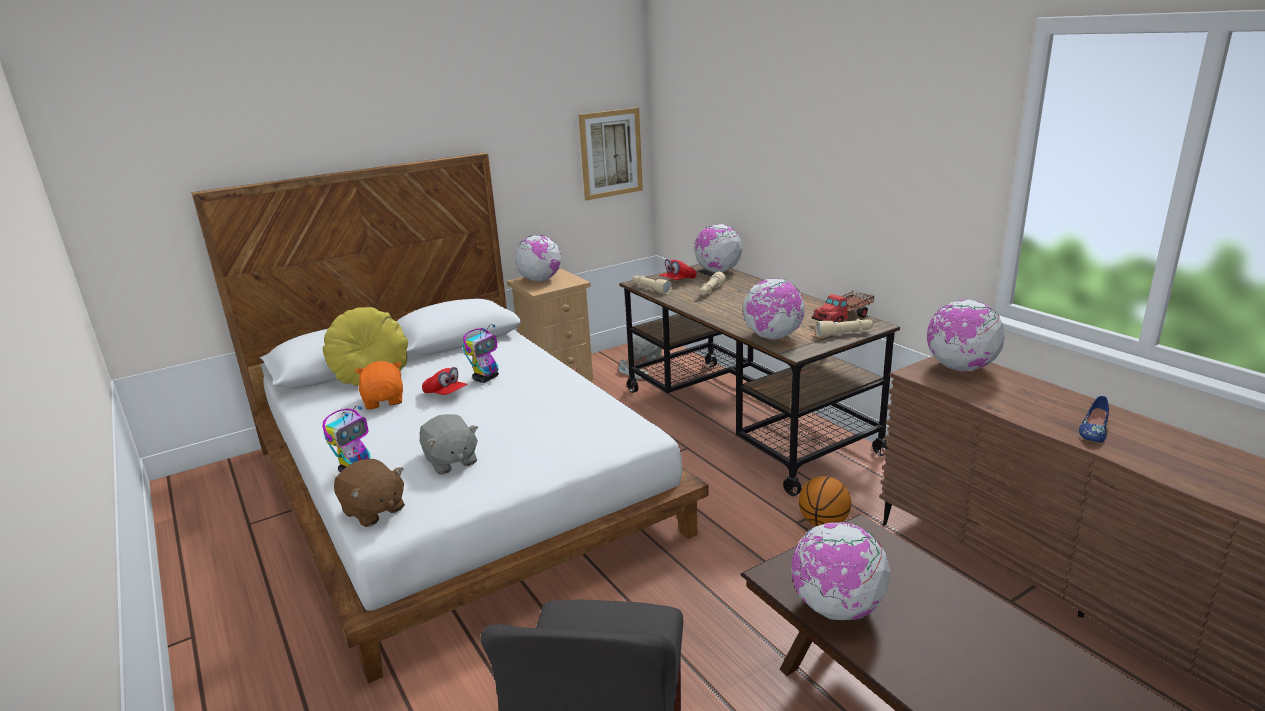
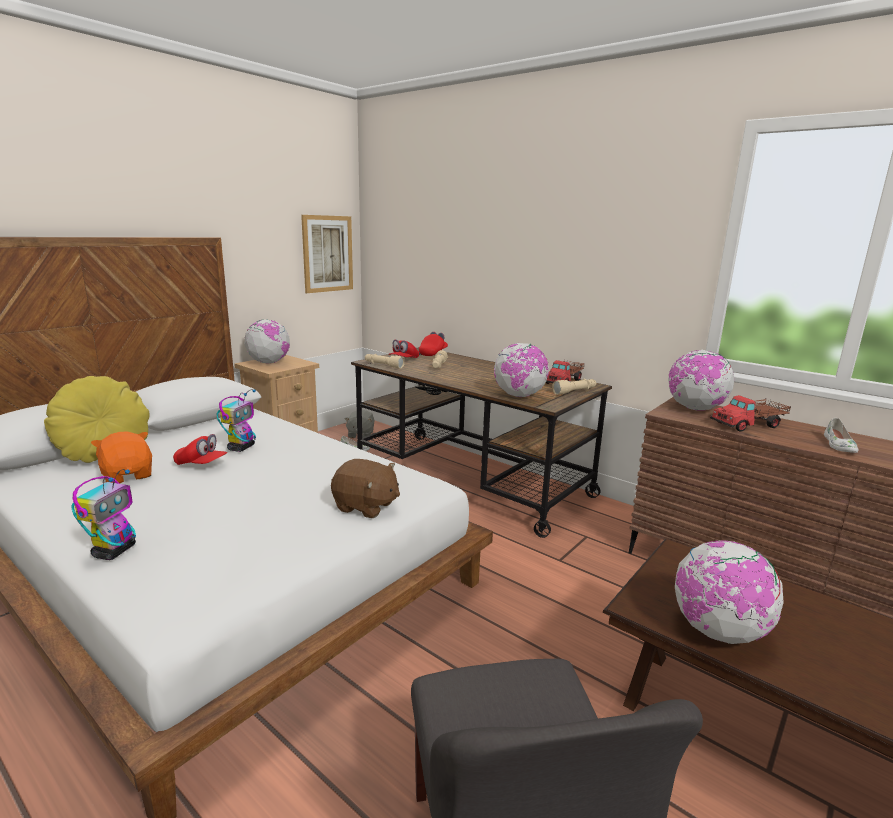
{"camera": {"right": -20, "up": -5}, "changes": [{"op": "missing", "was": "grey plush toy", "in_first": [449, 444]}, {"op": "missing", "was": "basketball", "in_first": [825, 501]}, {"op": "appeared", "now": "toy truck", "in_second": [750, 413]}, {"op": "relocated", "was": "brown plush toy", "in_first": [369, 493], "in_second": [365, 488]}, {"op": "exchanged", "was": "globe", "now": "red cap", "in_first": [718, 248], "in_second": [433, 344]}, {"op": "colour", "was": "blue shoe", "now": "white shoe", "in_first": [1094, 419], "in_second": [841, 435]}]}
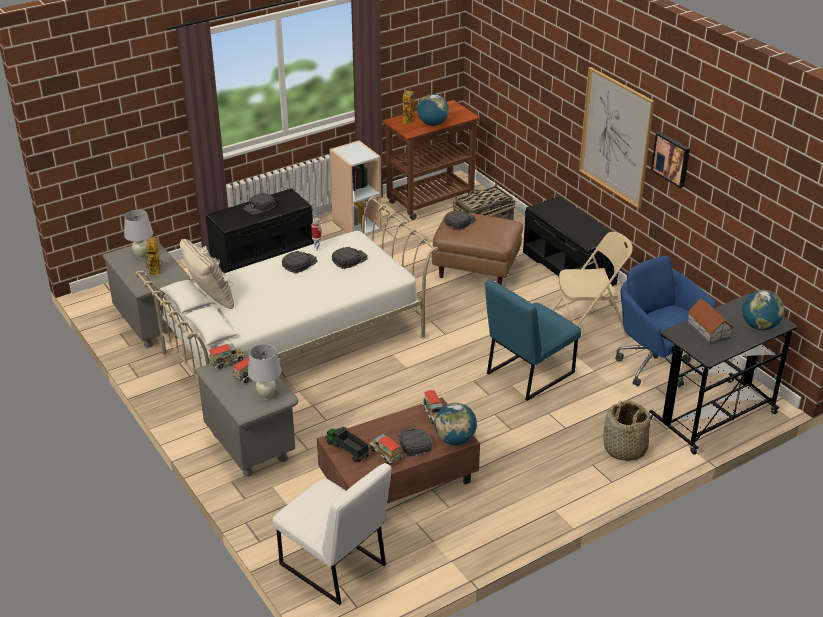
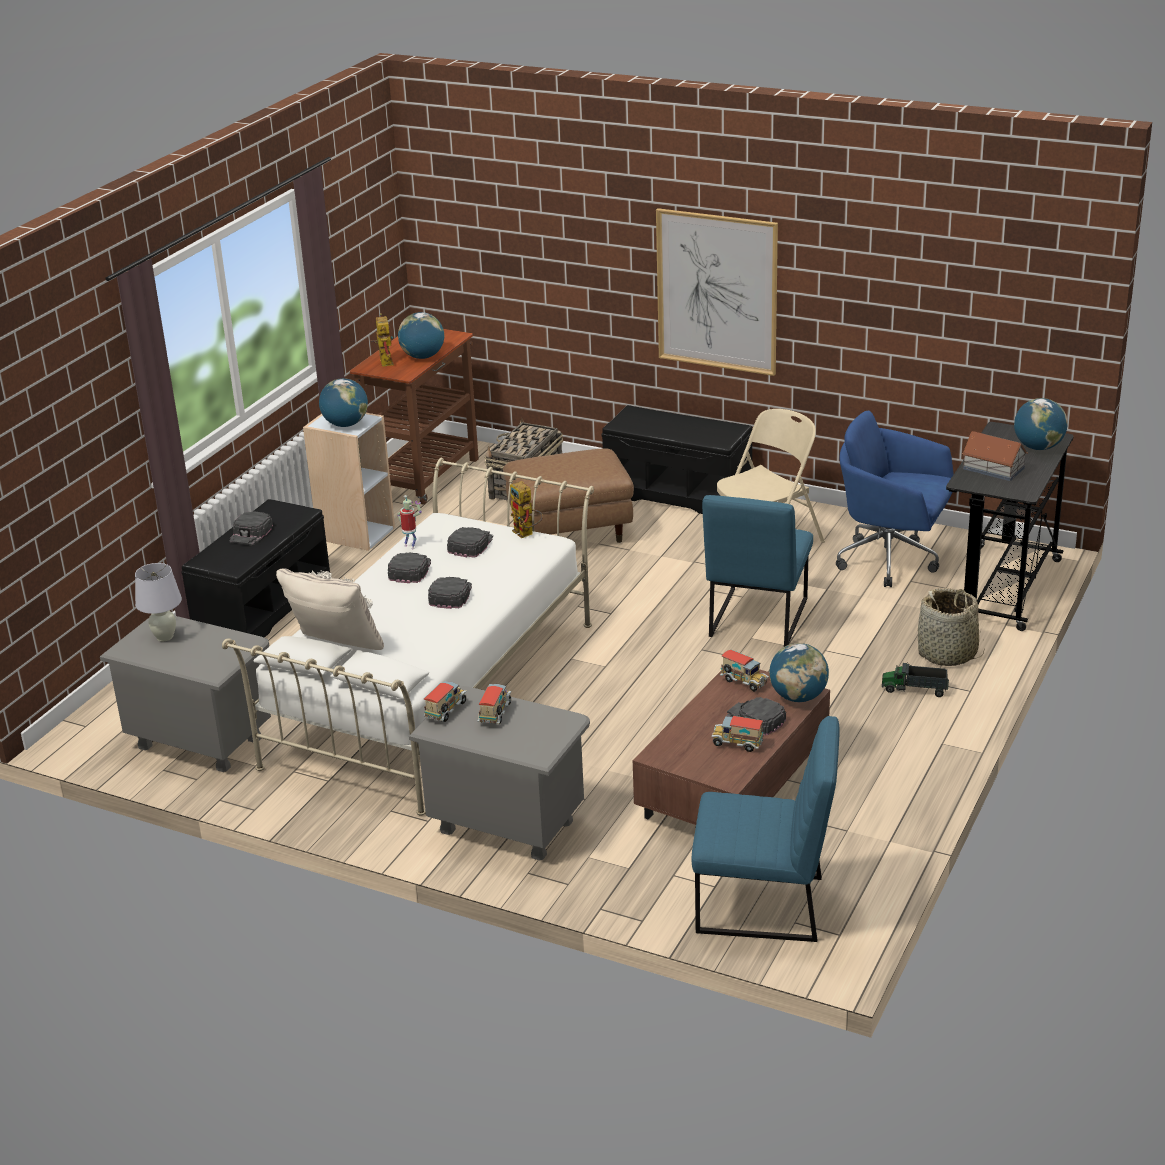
{"camera": {"right": -30, "up": -5}, "changes": [{"op": "missing", "was": "white table lamp", "in_first": [265, 372]}, {"op": "missing", "was": "picture", "in_first": [670, 160]}, {"op": "appeared", "now": "globe", "in_second": [343, 402]}, {"op": "relocated", "was": "toy robot", "in_first": [153, 256], "in_second": [526, 509]}, {"op": "relocated", "was": "toy truck", "in_first": [347, 445], "in_second": [915, 680]}, {"op": "relocated", "was": "black cap", "in_first": [460, 220], "in_second": [450, 593]}, {"op": "colour", "was": "white chair", "now": "blue chair", "in_first": [332, 534], "in_second": [766, 829]}]}
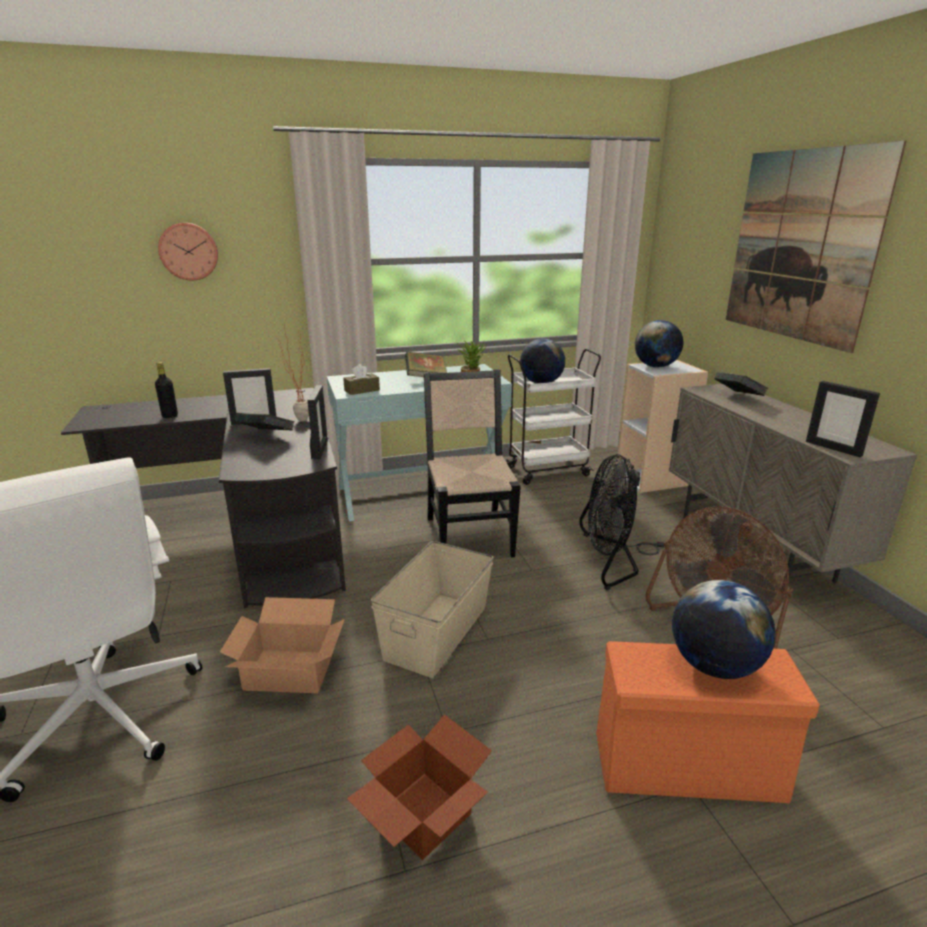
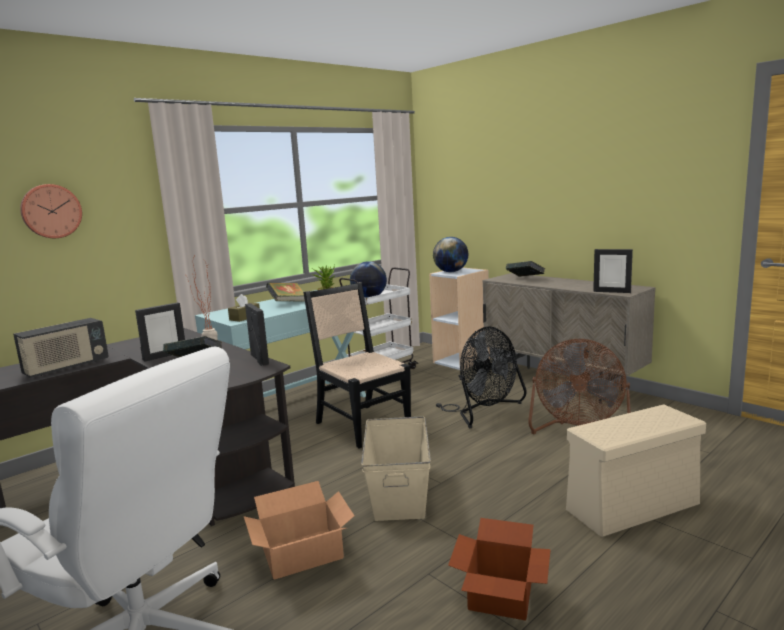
{"camera": {"right": -25, "up": -10}, "changes": [{"op": "missing", "was": "globe", "in_first": [724, 629]}, {"op": "missing", "was": "picture", "in_first": [816, 247]}, {"op": "exchanged", "was": "black bottle", "now": "radio", "in_first": [166, 390], "in_second": [61, 348]}, {"op": "colour", "was": "orange storage box", "now": "beige storage box", "in_first": [708, 722], "in_second": [636, 470]}, {"op": "spun", "was": "black fan", "in_first": [621, 522], "in_second": [481, 378], "clockwise": -105}]}
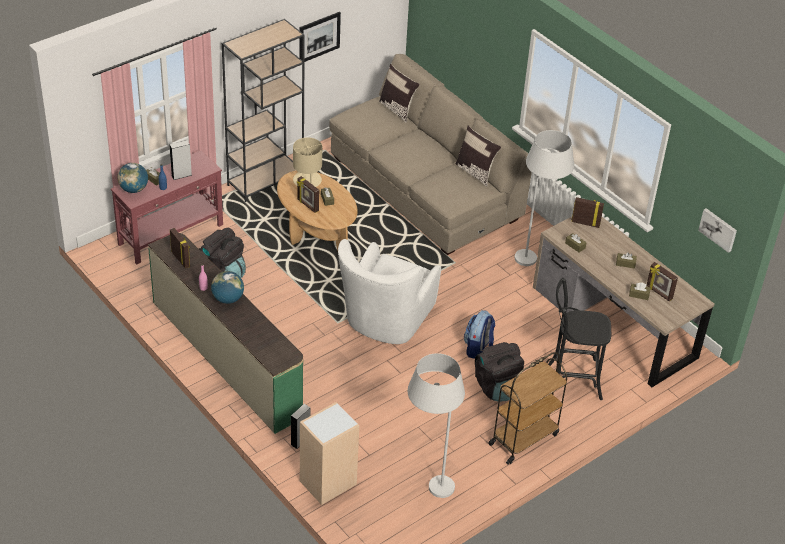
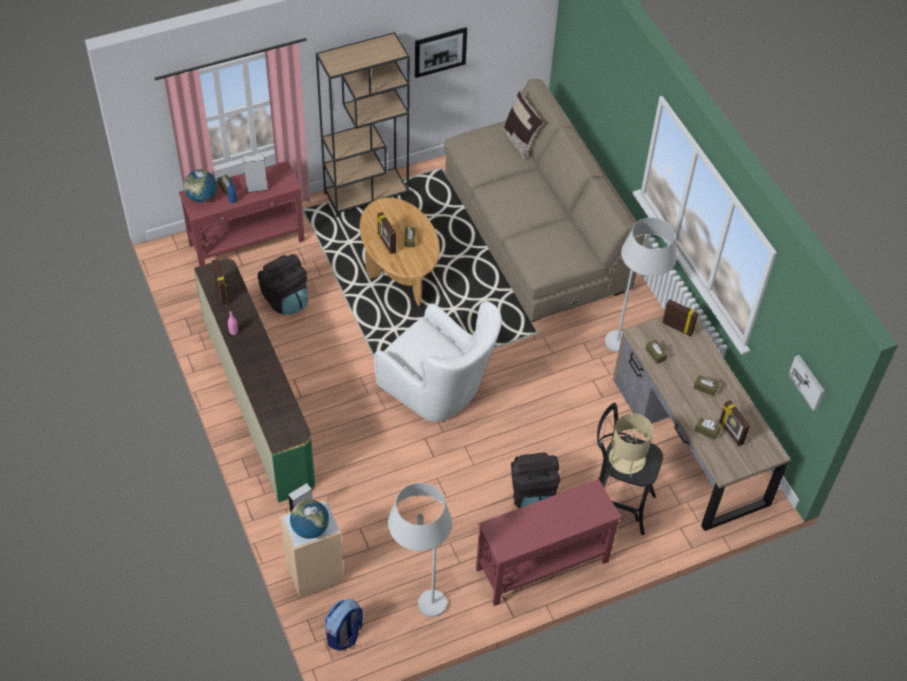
{"camera": {"right": 15, "up": 10}, "changes": [{"op": "missing", "was": "pillow", "in_first": [478, 156]}, {"op": "relocated", "was": "globe", "in_first": [227, 287], "in_second": [309, 519]}, {"op": "relocated", "was": "beige table lamp", "in_first": [307, 162], "in_second": [631, 445]}, {"op": "relocated", "was": "backpack", "in_first": [479, 334], "in_second": [344, 625]}, {"op": "exchanged", "was": "brown cart", "now": "red console table", "in_first": [527, 408], "in_second": [548, 542]}, {"op": "spun", "was": "white armchair", "in_first": [389, 291], "in_second": [438, 361], "clockwise": -90}]}
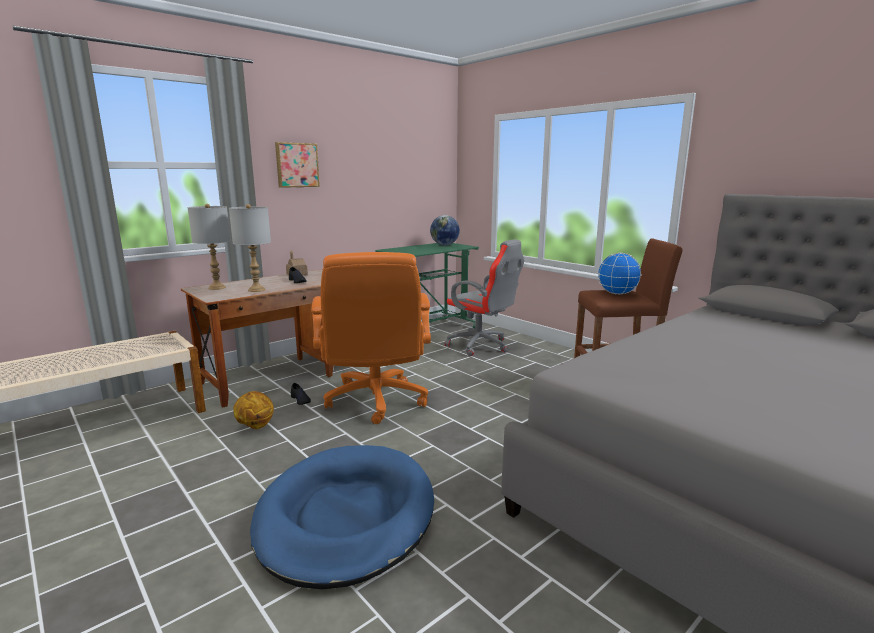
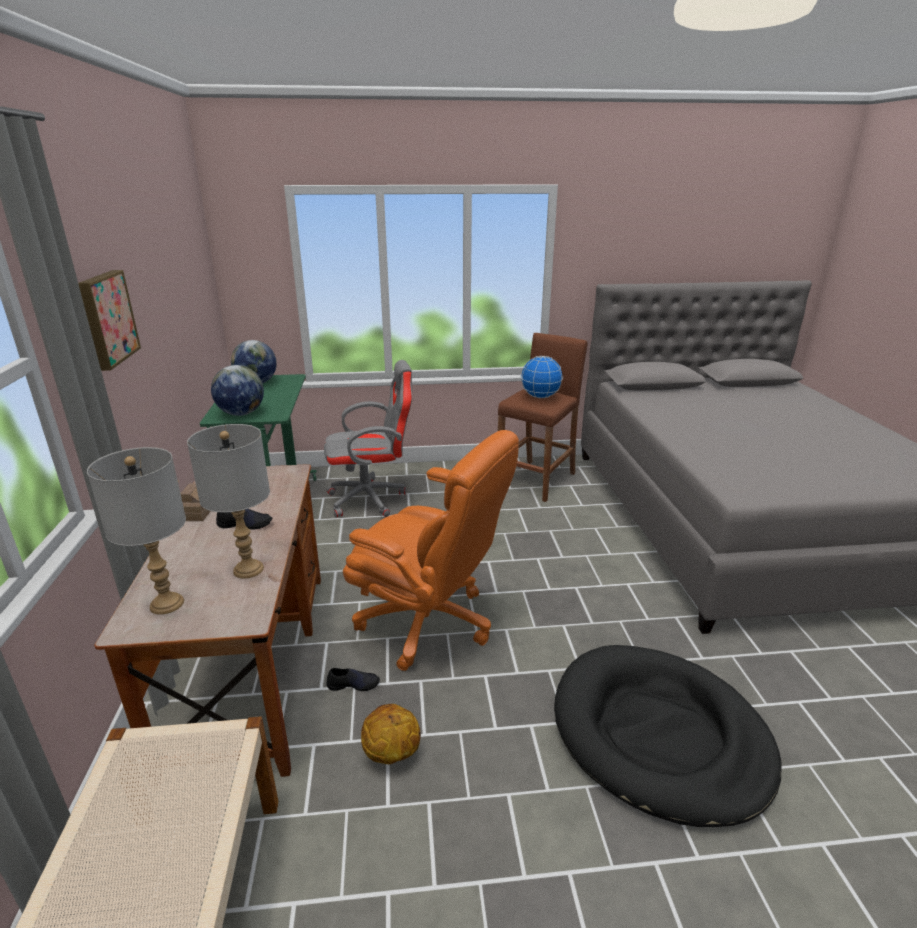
{"camera": {"right": -55, "up": 10}, "changes": [{"op": "appeared", "now": "globe", "in_second": [237, 390]}, {"op": "colour", "was": "blue dog bed", "now": "black dog bed", "in_first": [342, 517], "in_second": [668, 736]}]}
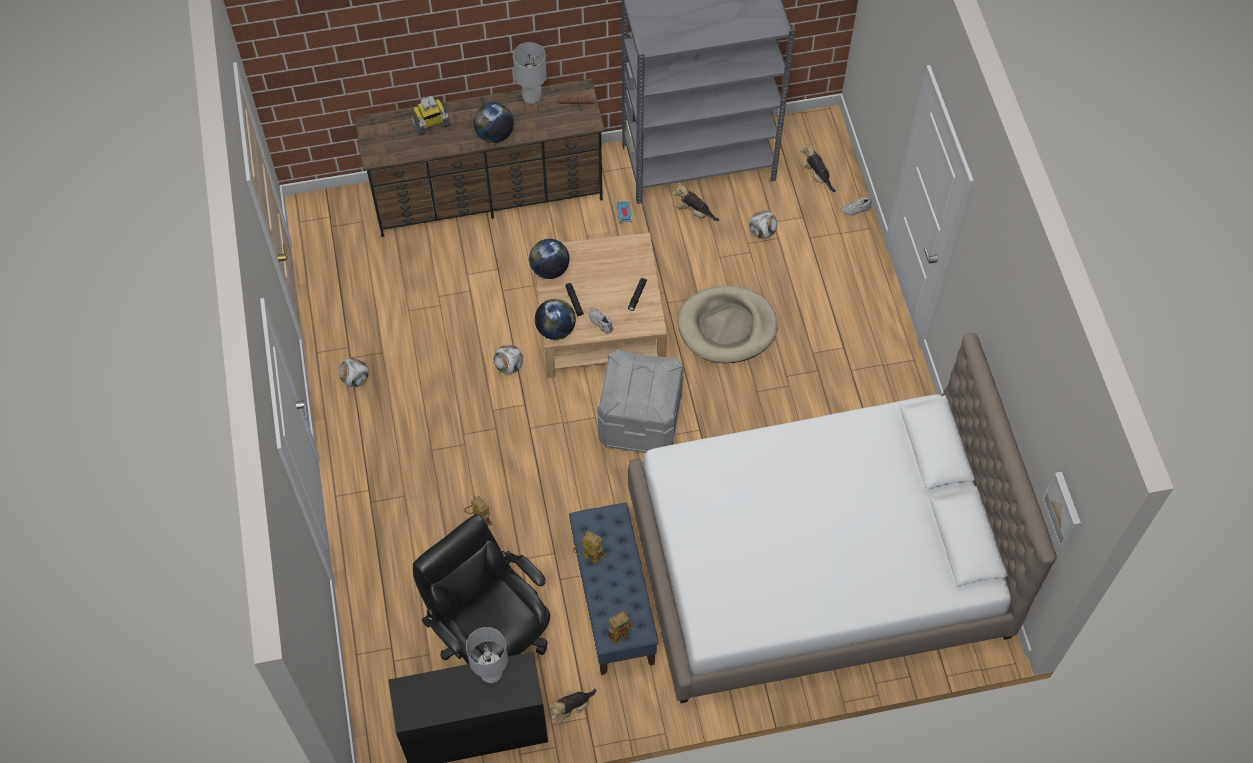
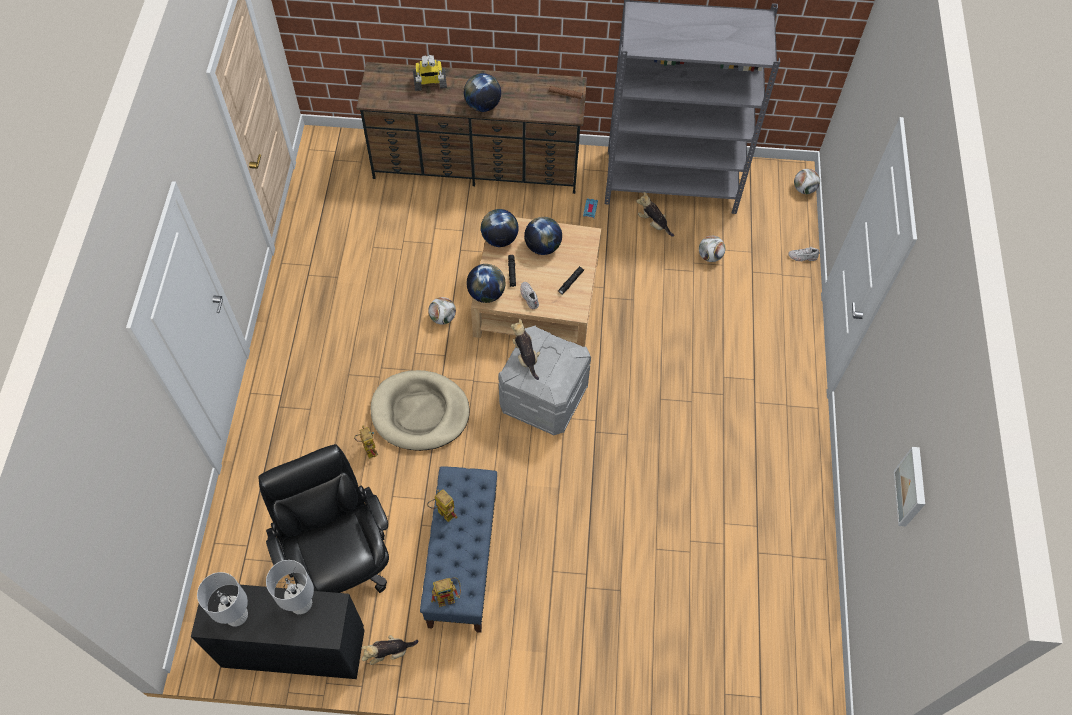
{"camera": {"right": 15, "up": 0}, "changes": [{"op": "missing", "was": "white bed", "in_first": [842, 518]}, {"op": "appeared", "now": "globe", "in_second": [543, 236]}, {"op": "relocated", "was": "football", "in_first": [354, 372], "in_second": [807, 181]}, {"op": "relocated", "was": "grey table lamp", "in_first": [530, 73], "in_second": [222, 599]}, {"op": "relocated", "was": "beige dog bed", "in_first": [728, 324], "in_second": [420, 410]}, {"op": "relocated", "was": "plush toy", "in_first": [818, 166], "in_second": [525, 349]}, {"op": "relocated", "was": "picture", "in_first": [1061, 509], "in_second": [909, 486]}]}
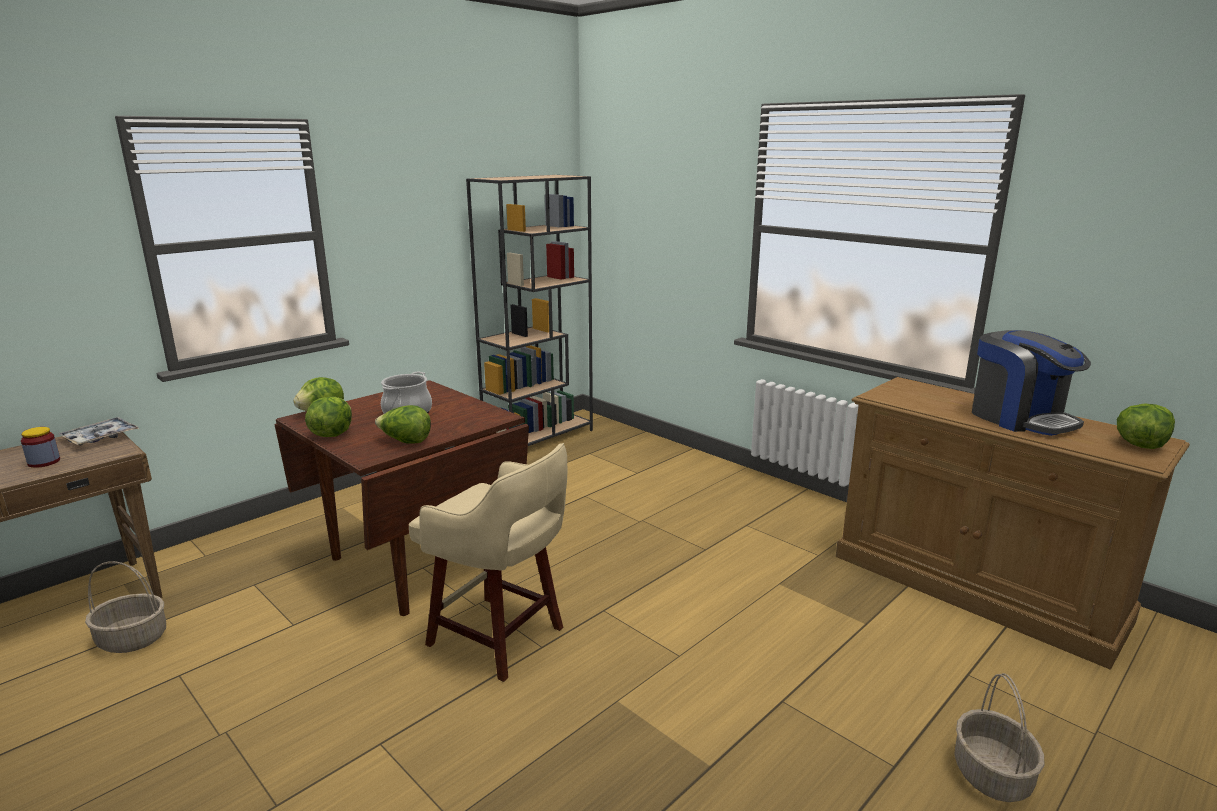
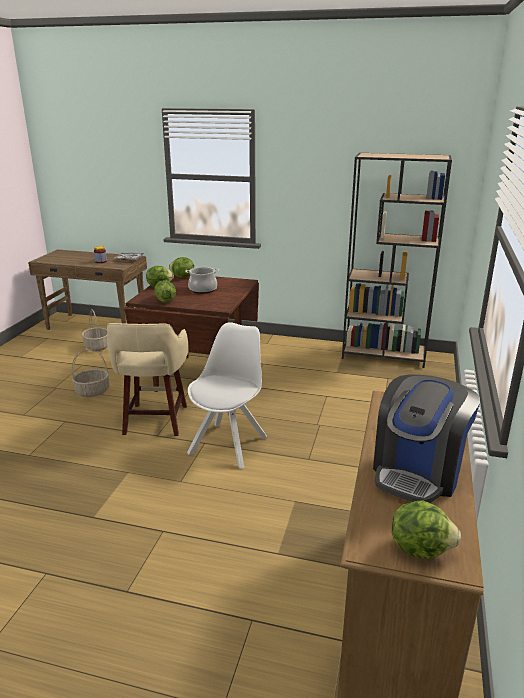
{"camera": {"right": 60, "up": 5}, "changes": [{"op": "appeared", "now": "white chair", "in_second": [227, 395]}, {"op": "relocated", "was": "basket", "in_first": [999, 737], "in_second": [90, 373]}]}
